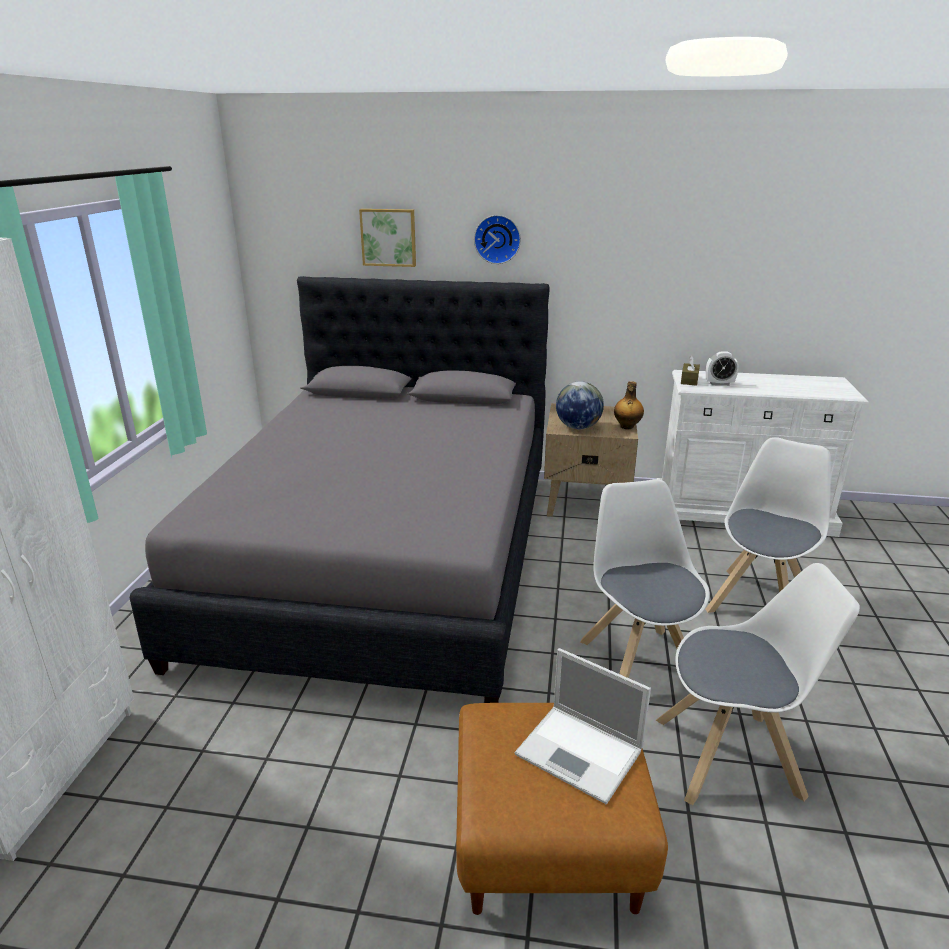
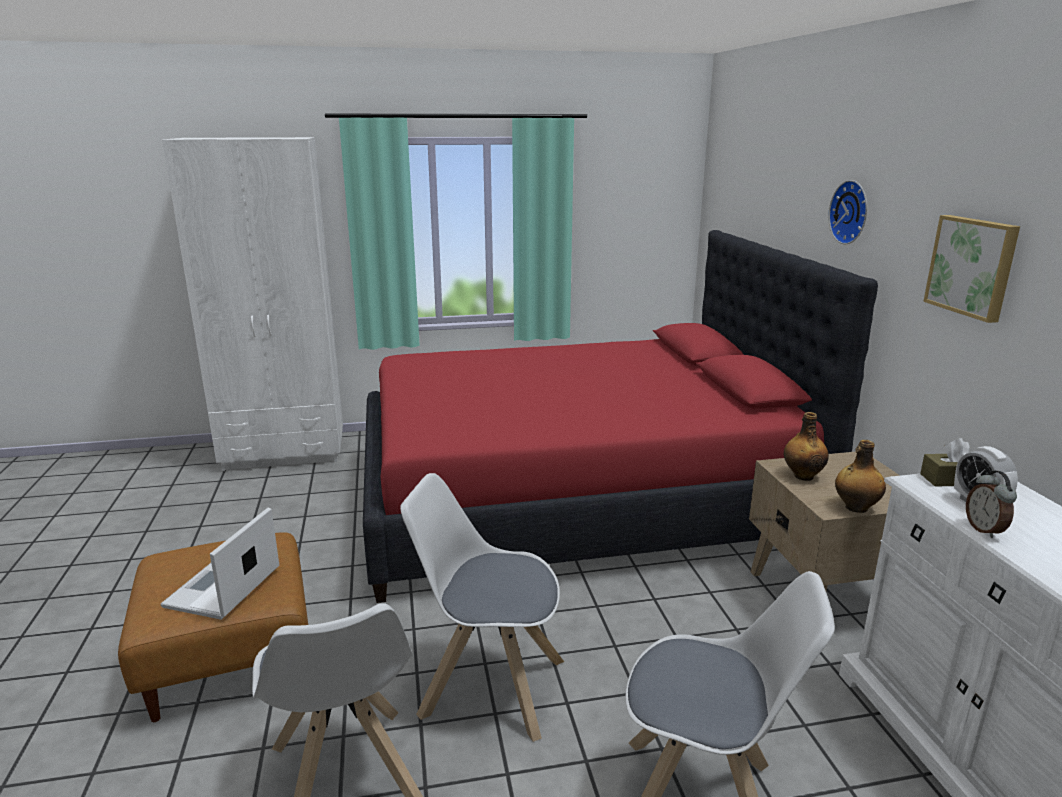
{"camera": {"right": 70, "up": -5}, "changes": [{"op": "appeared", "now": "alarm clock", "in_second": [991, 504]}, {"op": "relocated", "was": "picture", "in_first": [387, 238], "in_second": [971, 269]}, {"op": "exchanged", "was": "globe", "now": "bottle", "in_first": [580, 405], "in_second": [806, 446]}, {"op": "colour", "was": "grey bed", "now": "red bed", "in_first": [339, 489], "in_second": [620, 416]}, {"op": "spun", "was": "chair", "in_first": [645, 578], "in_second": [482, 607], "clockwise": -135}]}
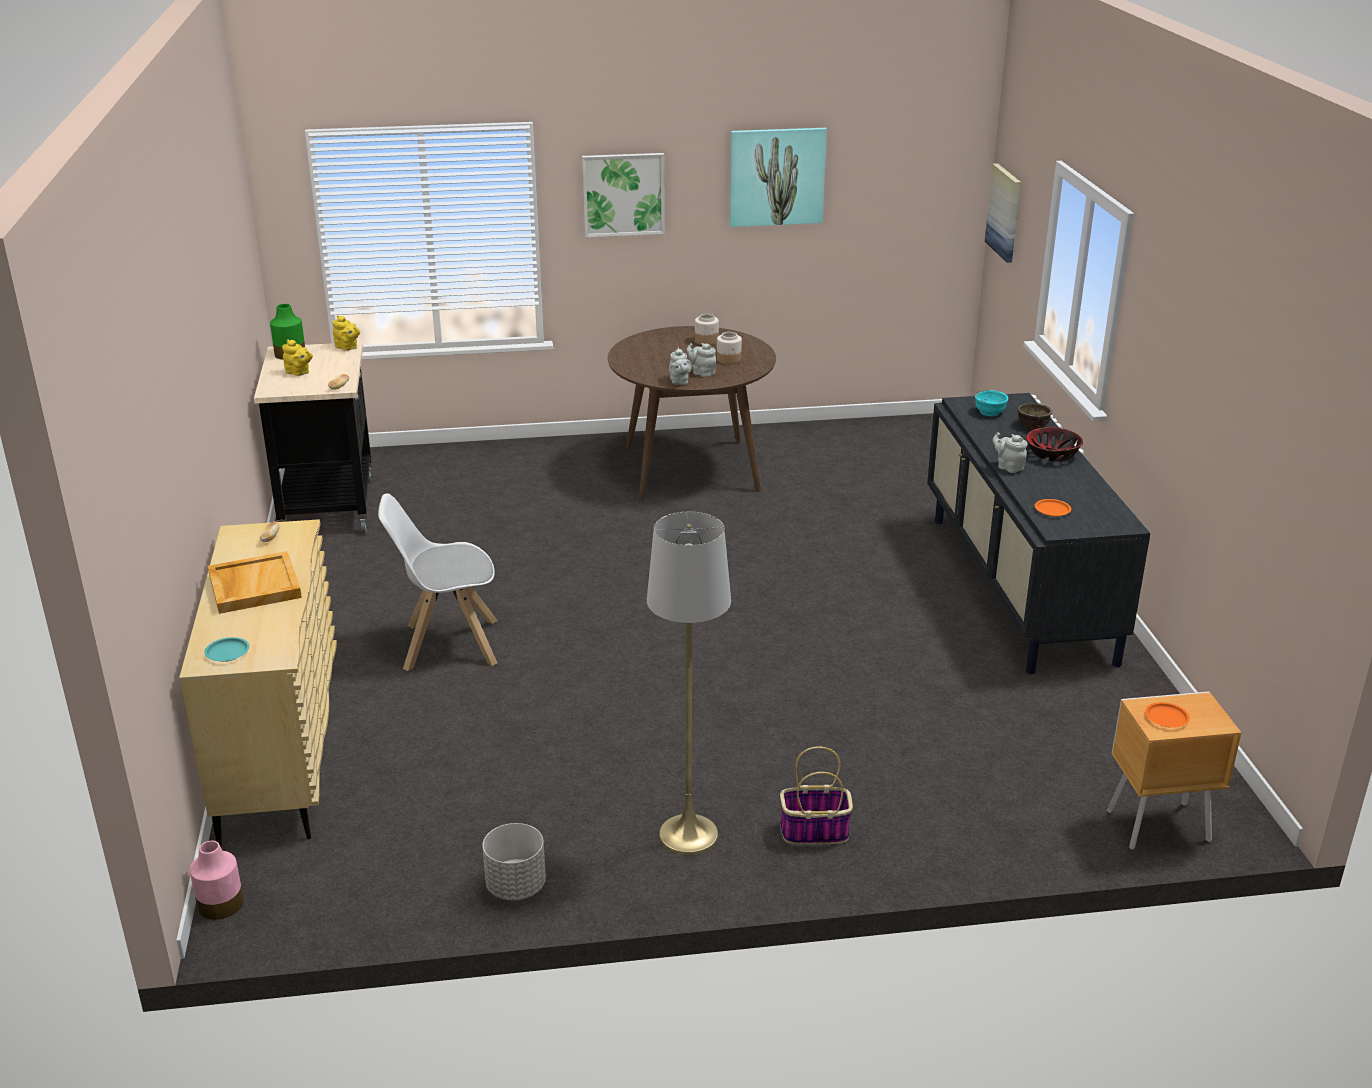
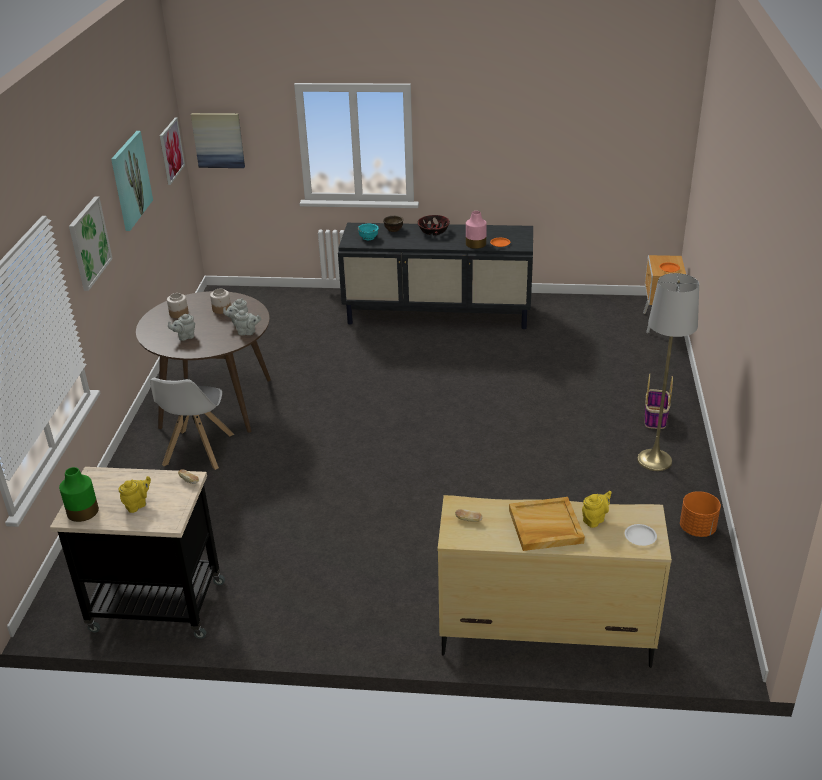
{"camera": {"right": -75, "up": 5}, "changes": [{"op": "appeared", "now": "picture", "in_second": [172, 151]}, {"op": "relocated", "was": "pink vase", "in_first": [217, 880], "in_second": [476, 230]}, {"op": "relocated", "was": "yellow teapot", "in_first": [346, 333], "in_second": [597, 509]}, {"op": "relocated", "was": "chair", "in_first": [438, 582], "in_second": [192, 424]}, {"op": "relocated", "was": "grey teapot", "in_first": [1010, 452], "in_second": [181, 327]}, {"op": "colour", "was": "turquoise plate", "now": "white plate", "in_first": [227, 649], "in_second": [641, 535]}, {"op": "colour", "was": "grey planter", "now": "orange planter", "in_first": [514, 861], "in_second": [700, 514]}]}
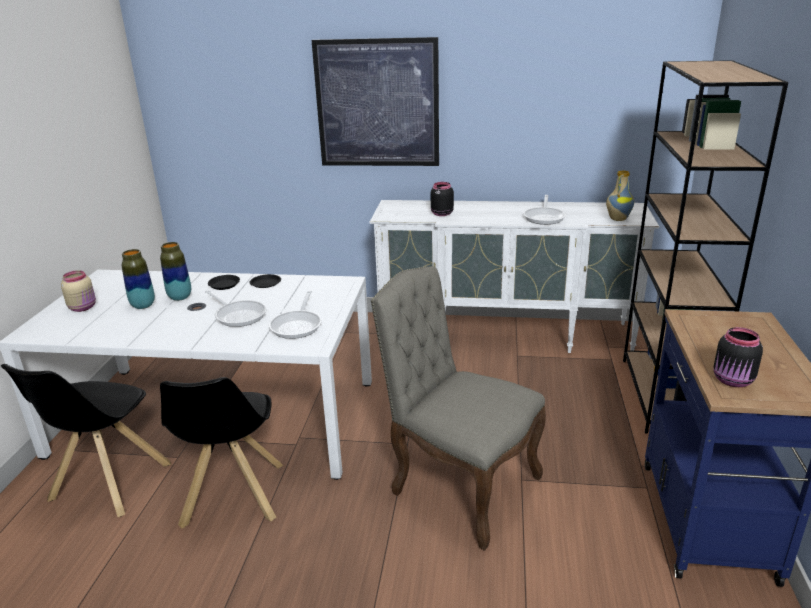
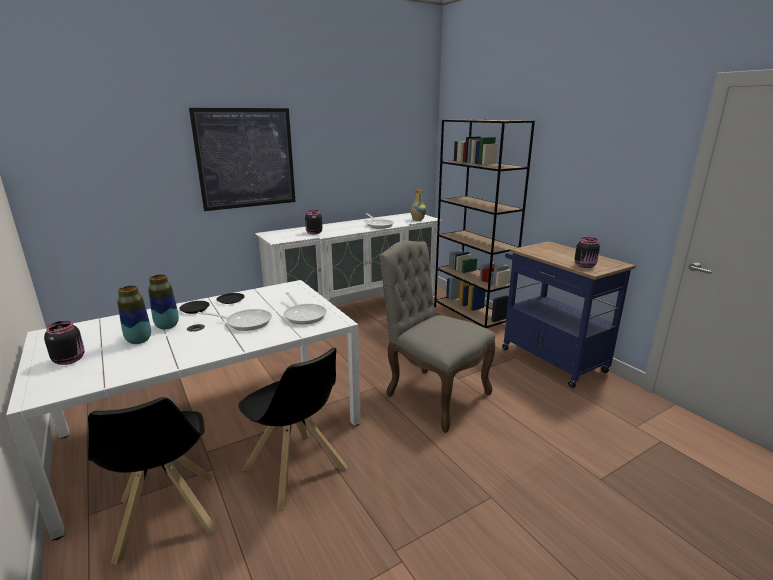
{"camera": {"right": -40, "up": -5}, "changes": [{"op": "colour", "was": "beige jar", "now": "black jar", "in_first": [78, 291], "in_second": [64, 343]}, {"op": "spun", "was": "grey chair", "in_first": [458, 408], "in_second": [437, 337], "clockwise": 45}]}
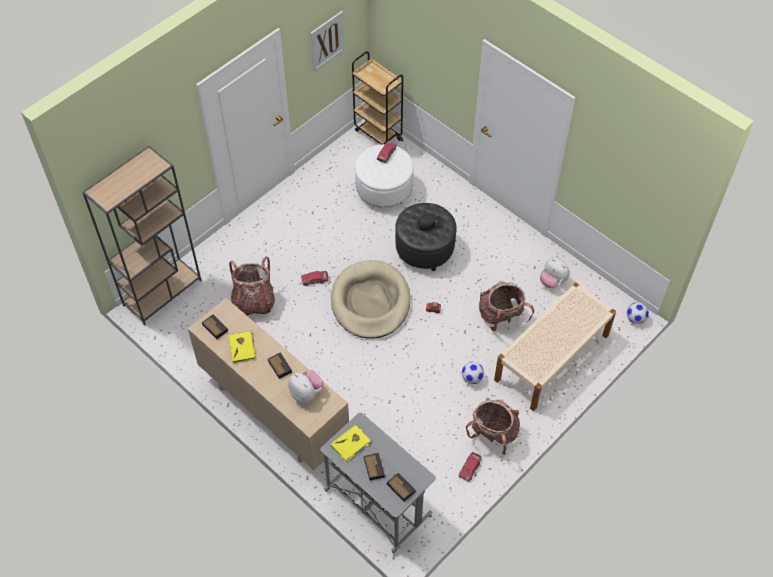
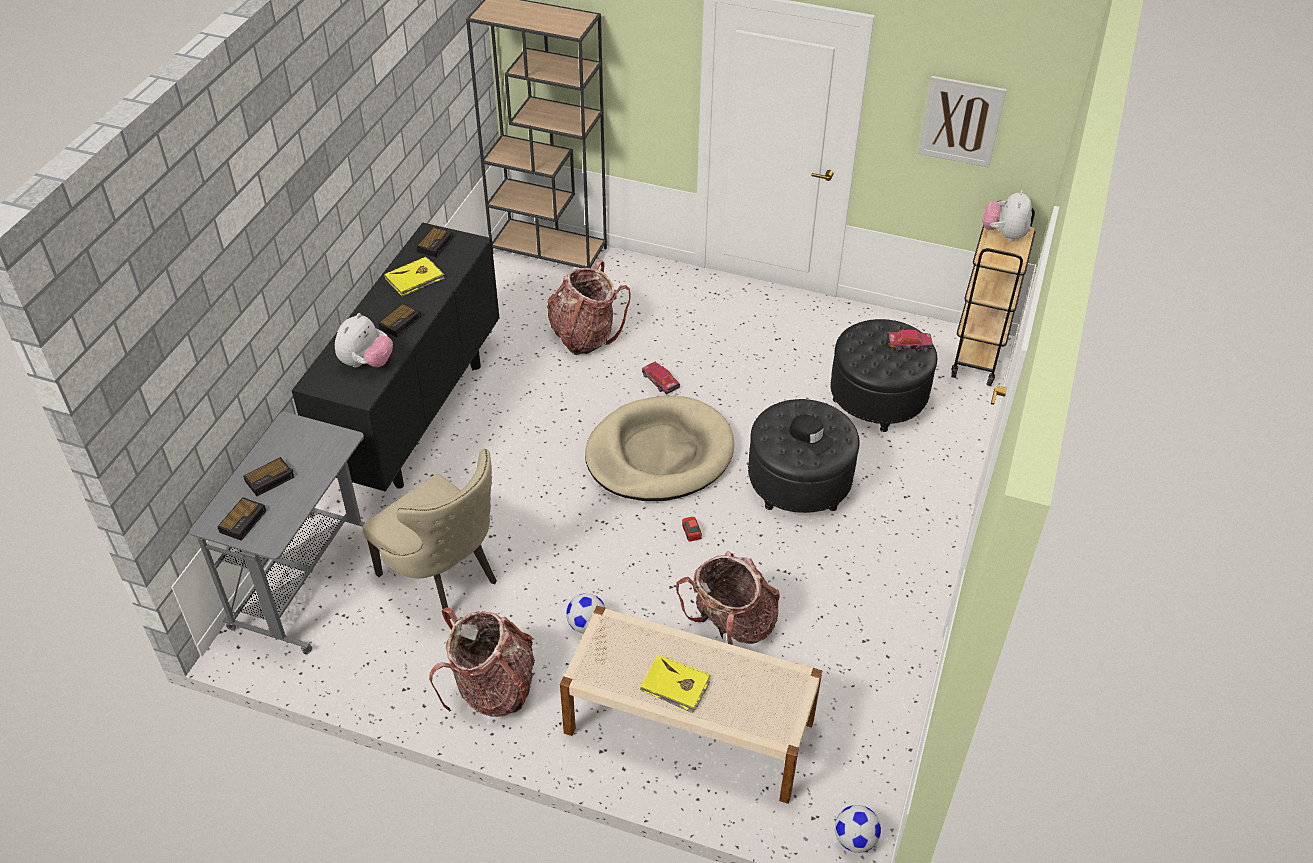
{"camera": {"right": 65, "up": -10}, "changes": [{"op": "missing", "was": "toy car", "in_first": [470, 467]}, {"op": "appeared", "now": "beige chair", "in_second": [430, 534]}, {"op": "relocated", "was": "yellow book", "in_first": [351, 443], "in_second": [675, 684]}, {"op": "relocated", "was": "plush toy", "in_first": [555, 273], "in_second": [1007, 215]}, {"op": "colour", "was": "beige dresser", "now": "black dresser", "in_first": [268, 384], "in_second": [395, 357]}, {"op": "colour", "was": "white ottoman", "now": "black ottoman", "in_first": [384, 177], "in_second": [883, 375]}]}
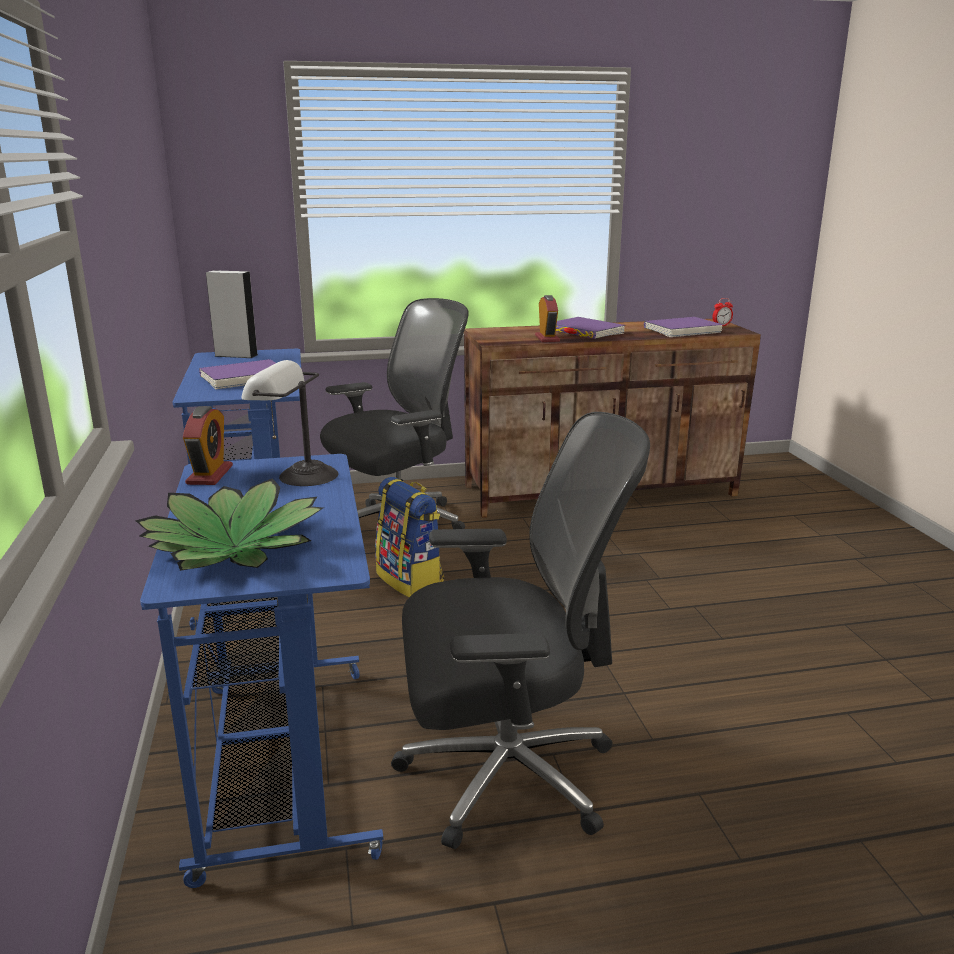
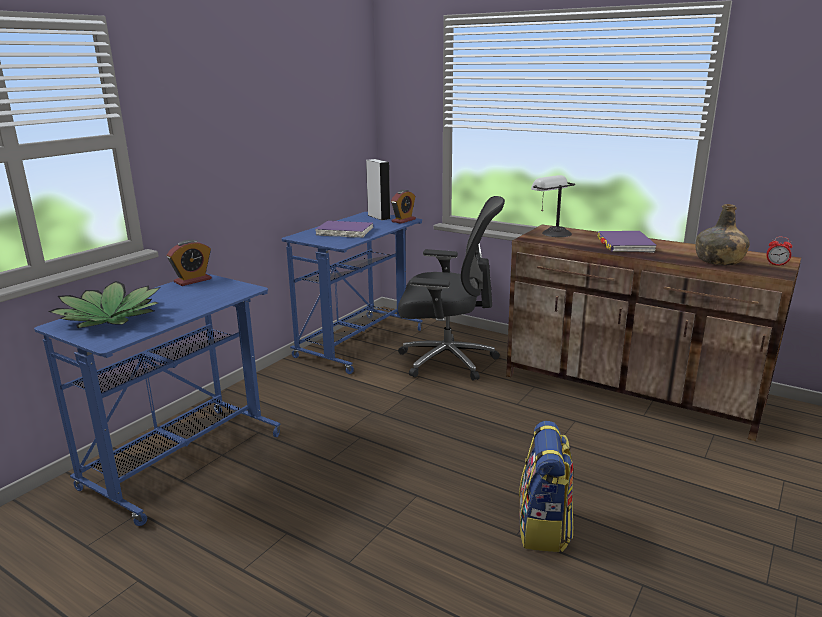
{"camera": {"right": 45, "up": 0}, "changes": [{"op": "missing", "was": "office chair", "in_first": [520, 630]}, {"op": "relocated", "was": "table lamp", "in_first": [289, 423], "in_second": [553, 206]}, {"op": "relocated", "was": "backpack", "in_first": [409, 537], "in_second": [546, 486]}, {"op": "relocated", "was": "alarm clock", "in_first": [547, 318], "in_second": [403, 207]}, {"op": "exchanged", "was": "purple book", "now": "green bottle", "in_first": [683, 327], "in_second": [722, 234]}]}
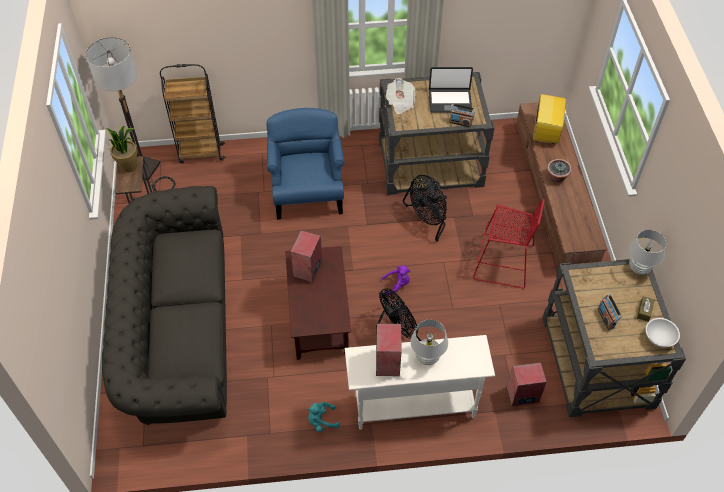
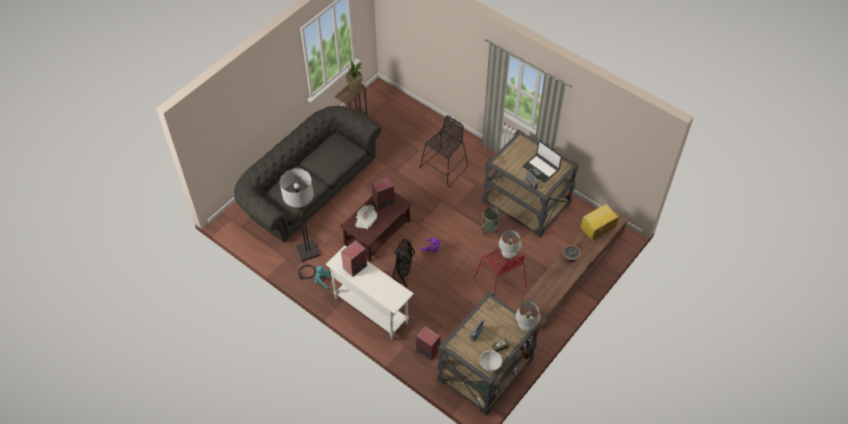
{"camera": {"right": 45, "up": 0}, "changes": [{"op": "missing", "was": "brown cart", "in_first": [193, 114]}, {"op": "relocated", "was": "floor lamp", "in_first": [131, 114], "in_second": [300, 224]}, {"op": "relocated", "was": "newspaper", "in_first": [400, 96], "in_second": [366, 217]}, {"op": "relocated", "was": "white table lamp", "in_first": [429, 342], "in_second": [510, 244]}, {"op": "exchanged", "was": "blue armchair", "now": "black stool", "in_first": [306, 163], "in_second": [443, 151]}, {"op": "exchanged", "was": "black fan", "now": "basket", "in_first": [425, 208], "in_second": [490, 222]}]}
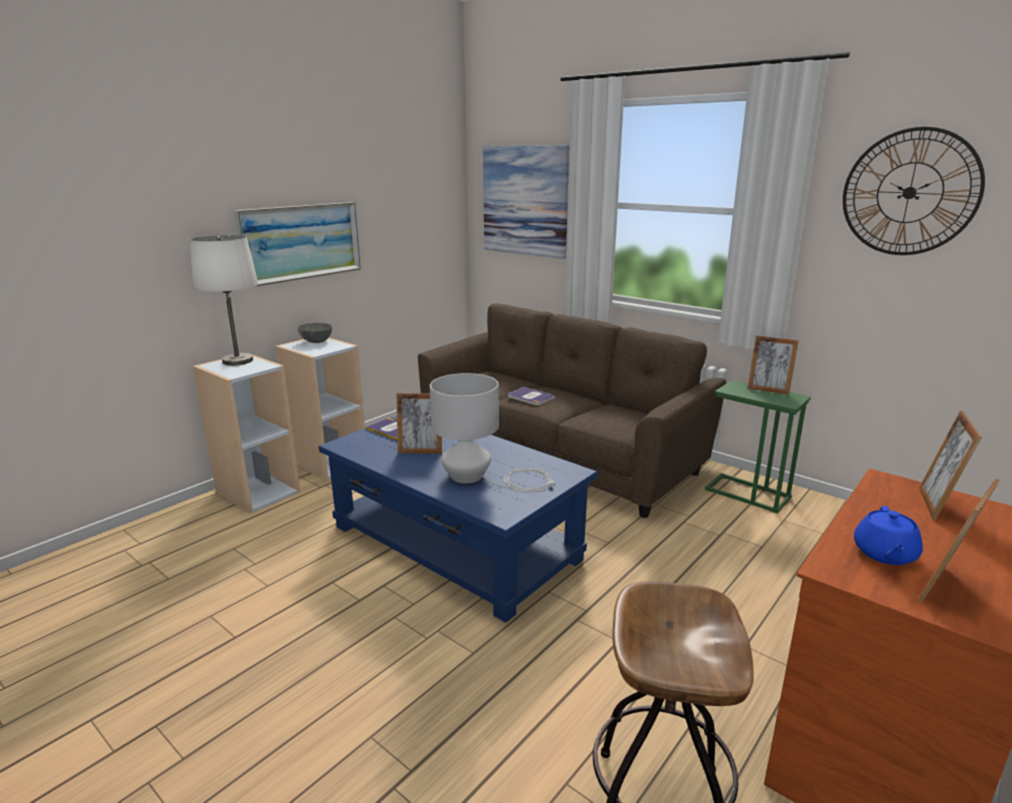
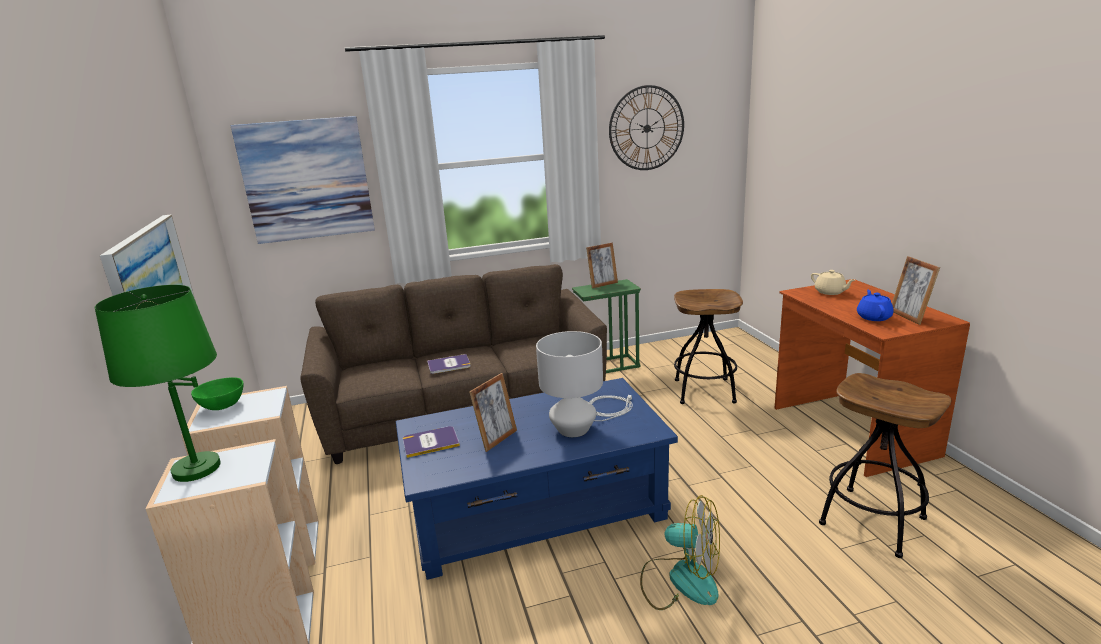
{"camera": {"right": -55, "up": 0}, "changes": [{"op": "appeared", "now": "fan", "in_second": [680, 552]}, {"op": "appeared", "now": "brown stool", "in_second": [708, 346]}, {"op": "exchanged", "was": "picture frame", "now": "beige teapot", "in_first": [950, 465], "in_second": [833, 282]}, {"op": "colour", "was": "white table lamp", "now": "green table lamp", "in_first": [224, 300], "in_second": [158, 383]}, {"op": "colour", "was": "grey bowl", "now": "green bowl", "in_first": [314, 333], "in_second": [217, 393]}, {"op": "spun", "was": "blue teapot", "in_first": [888, 535], "in_second": [875, 305], "clockwise": -135}]}
